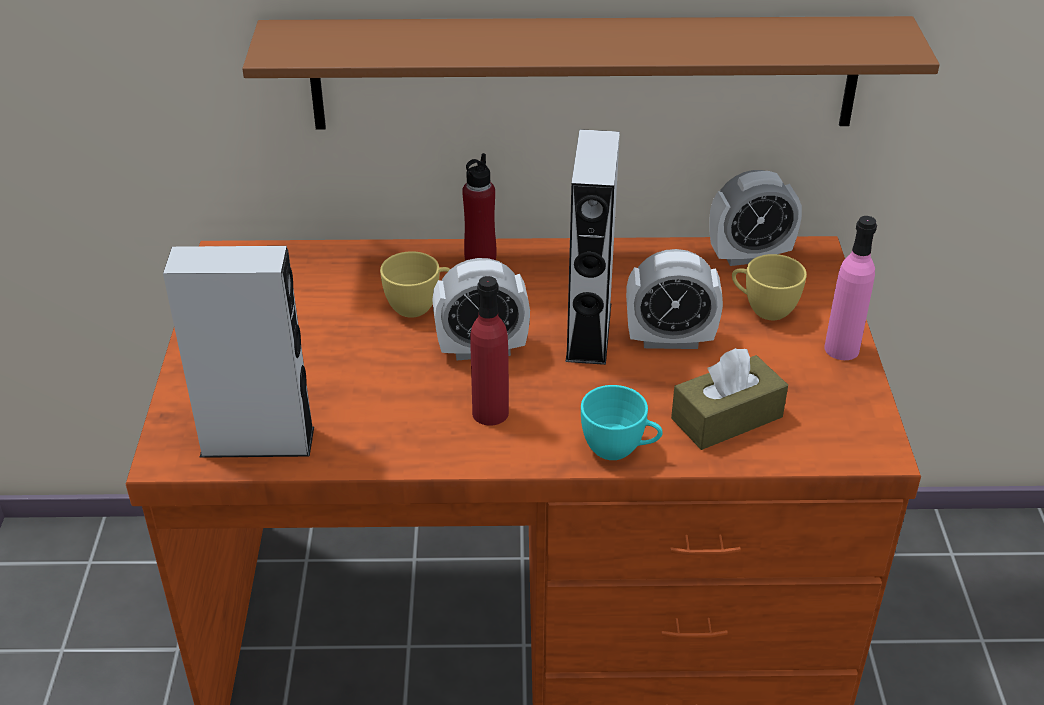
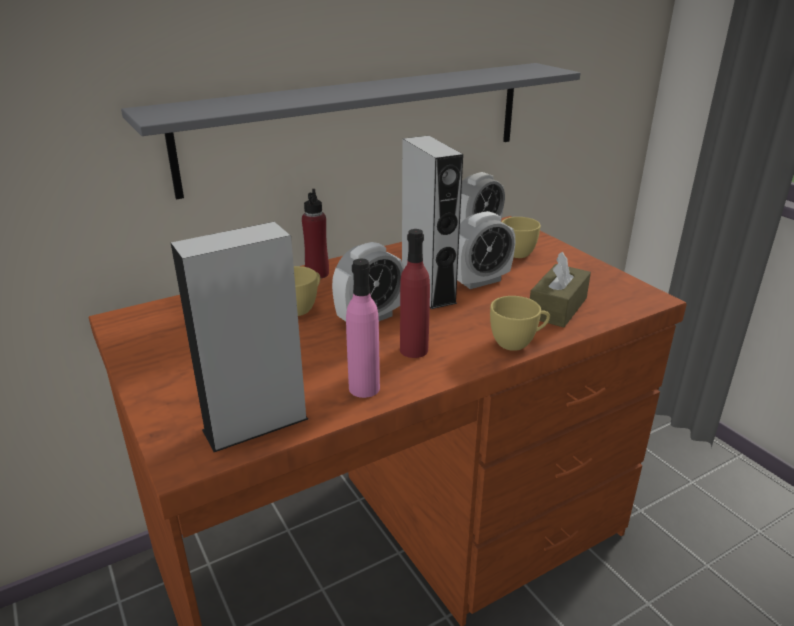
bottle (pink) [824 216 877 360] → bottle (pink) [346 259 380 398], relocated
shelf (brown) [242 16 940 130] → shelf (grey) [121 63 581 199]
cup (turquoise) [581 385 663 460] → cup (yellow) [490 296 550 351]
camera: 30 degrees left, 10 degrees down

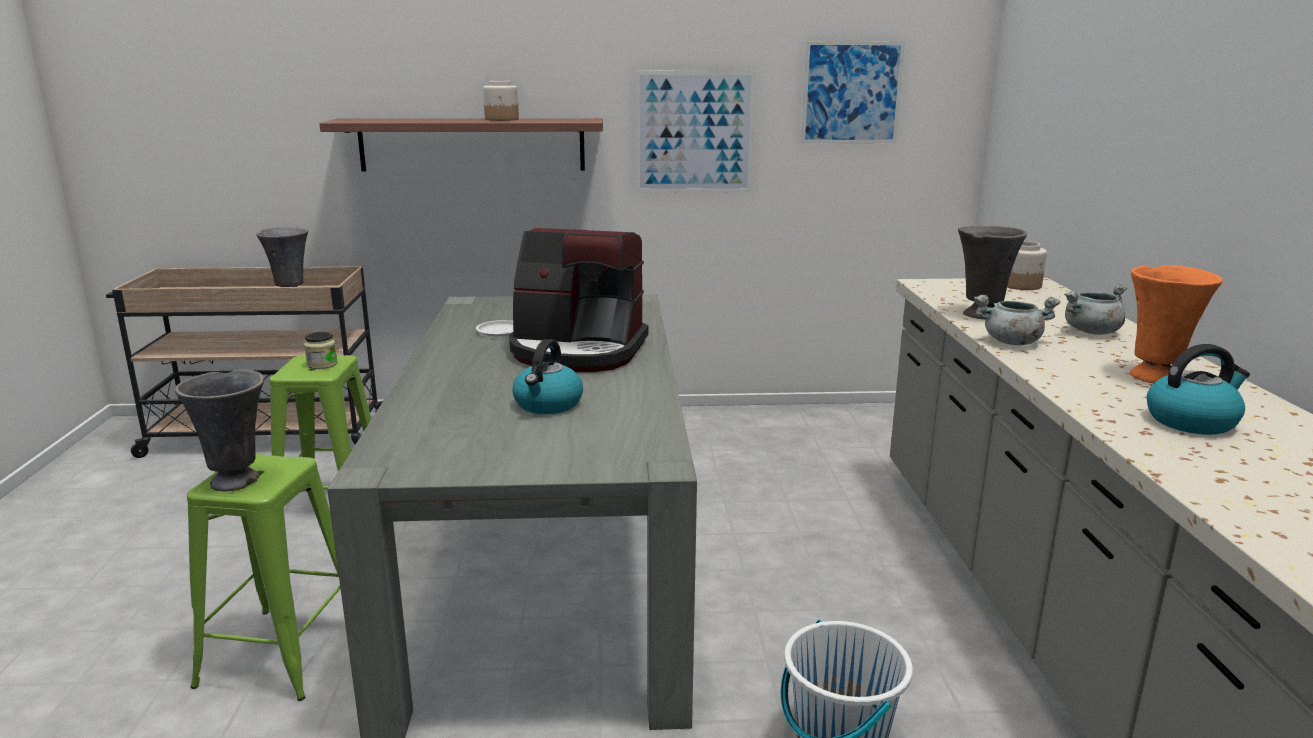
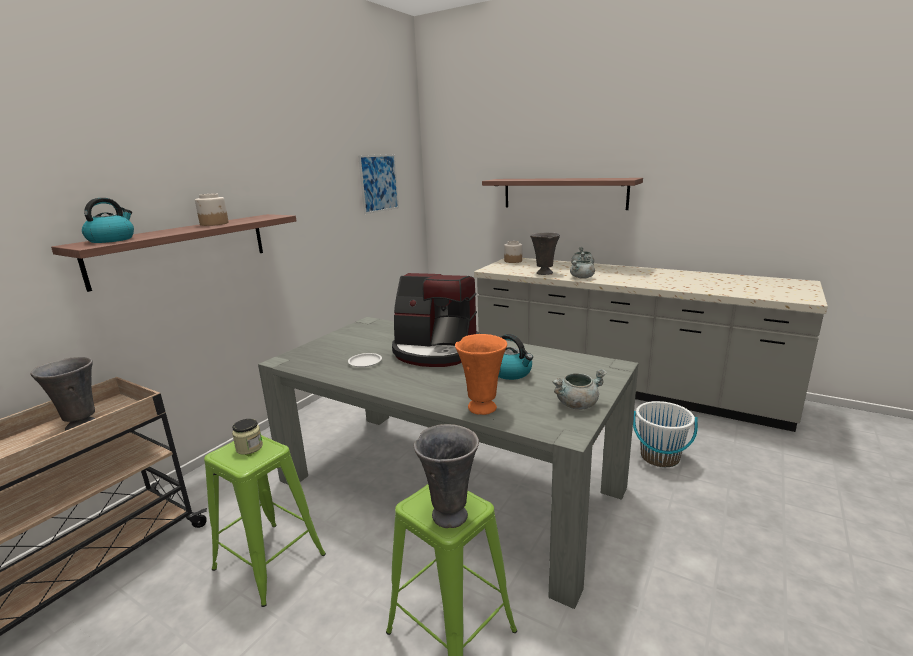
picture [636 71 756 193] → -
- → shelf [482 178 643 210]
- → cooking pot (grey) [552 369 607 410]
vase (orange) [1130 265 1223 383] → vase (orange) [455 334 507 415], relocated
kettle [1147 344 1250 435] → kettle [82 198 134 243], relocated
coffee machine [509 228 648 372] → coffee machine [392 273 480 367], 60 degrees clockwise
camera: 55 degrees left, 0 degrees up

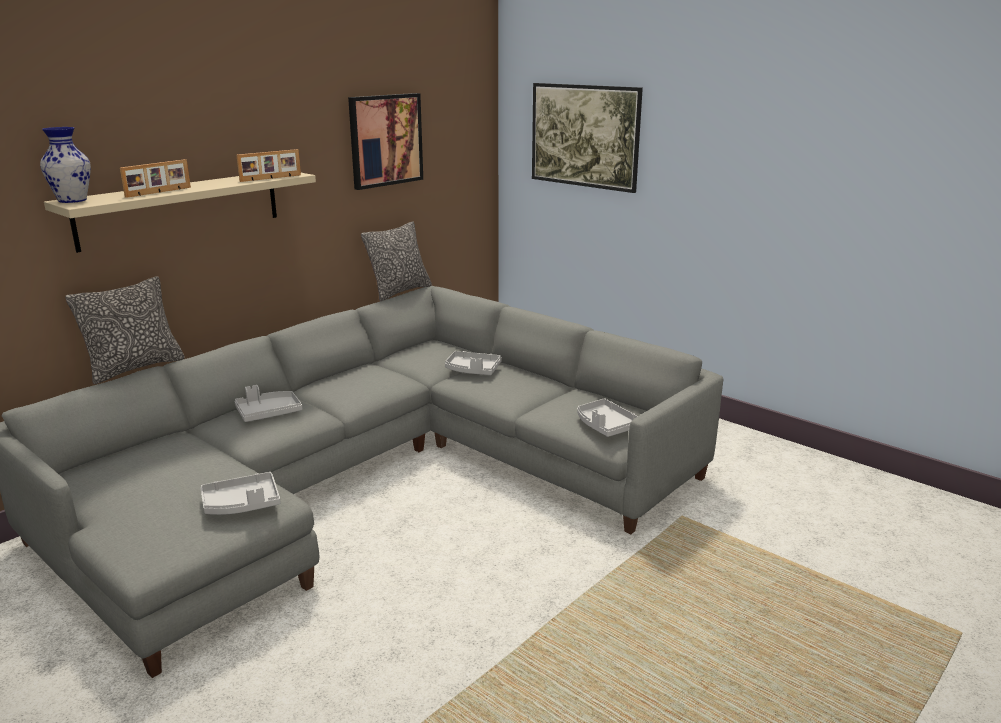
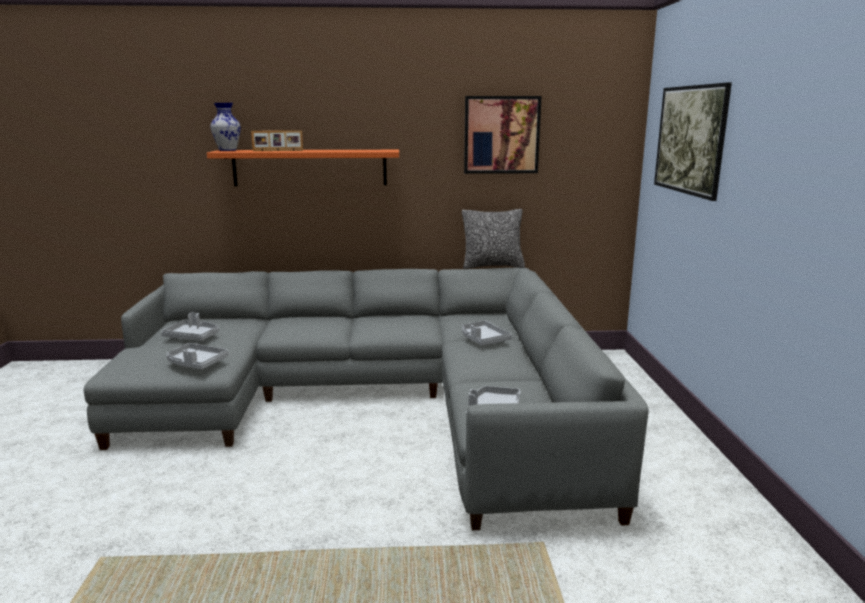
pillow [65 276 185 384] → -
picture frame [237 149 301 182] → -
tray (grey) [234 385 302 422] → tray (grey) [161 312 219 341], relocated
shelf (beige) [44 173 316 253] → shelf (orange) [207 150 399 186]
camera: 45 degrees right, 5 degrees down

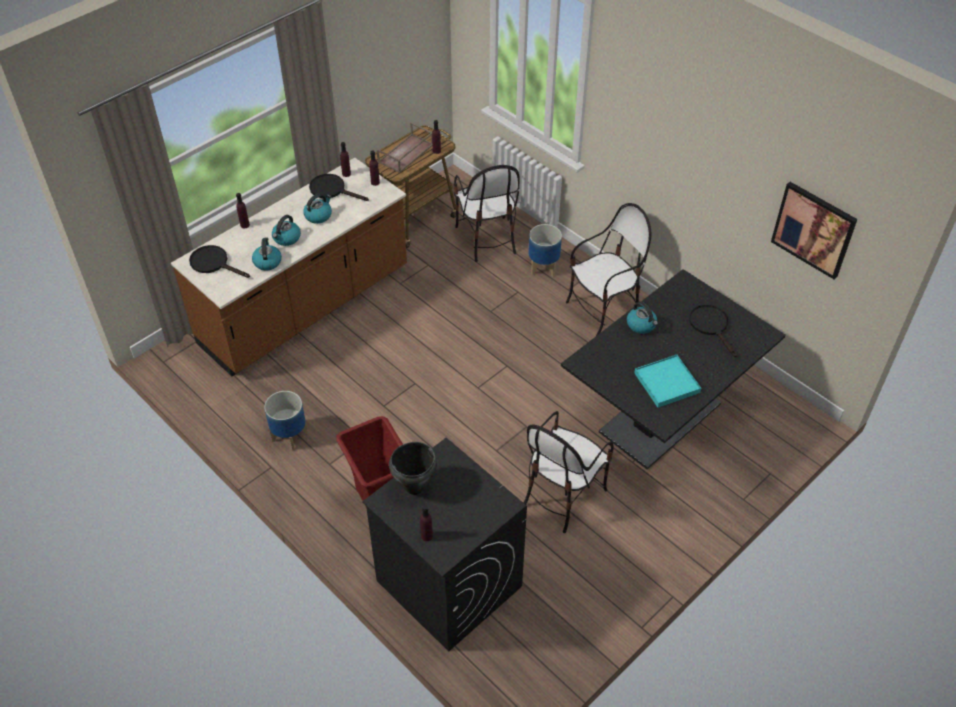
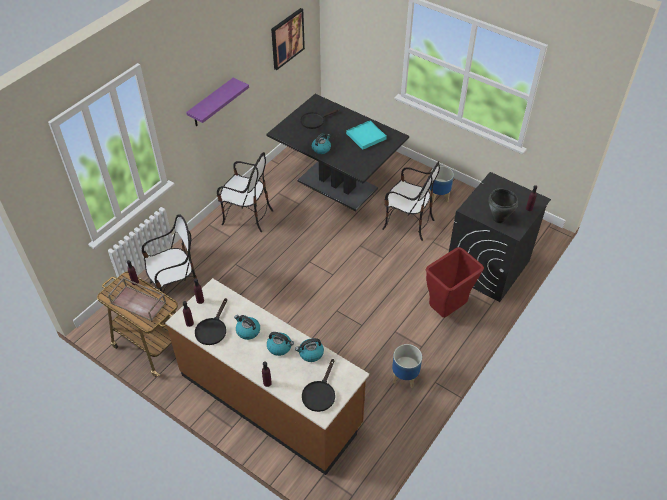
- → shelf (purple) [186 78 249 127]
planter [528 224 562 277] → planter [429 166 454 203], relocated
chair [566 203 652 336] → chair [217 152 274 232], 150 degrees clockwise
camera: 100 degrees left, 0 degrees up

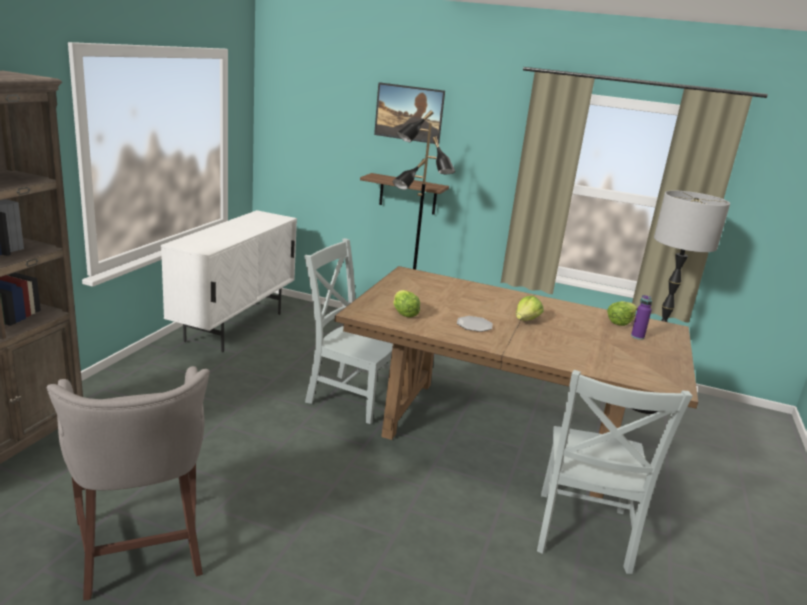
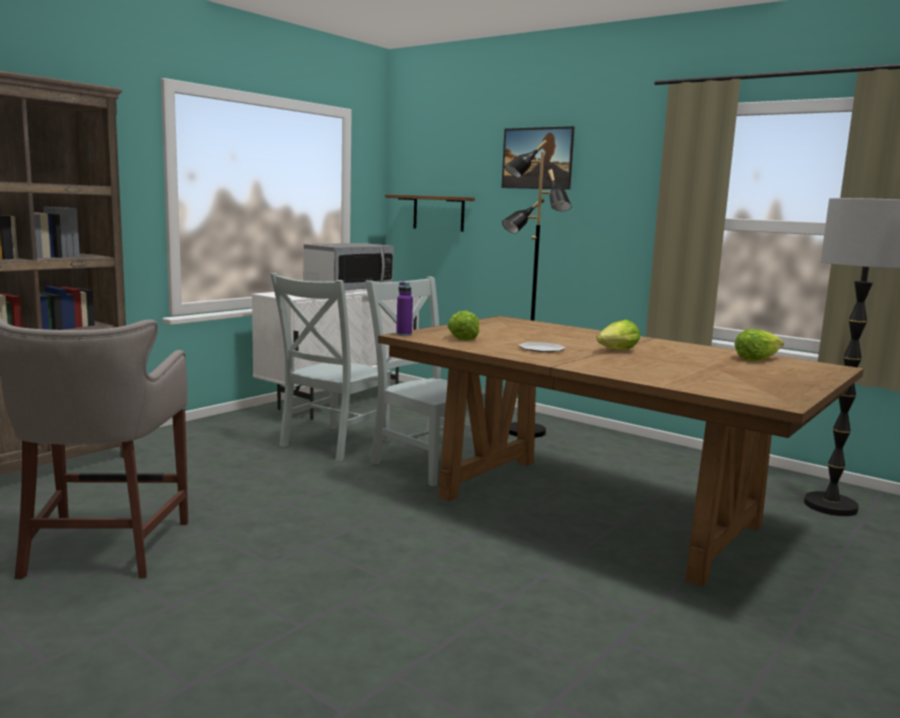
- → microwave [303 243 393 290]
shelf [360 173 449 215] → shelf [385 194 475 232], relocated
chair (grey) [537 370 693 574] → chair (grey) [270 273 392 461], relocated
bottle (purple) [631 295 652 340] → bottle (purple) [396 282 413 336], relocated
camera: 20 degrees right, 10 degrees down

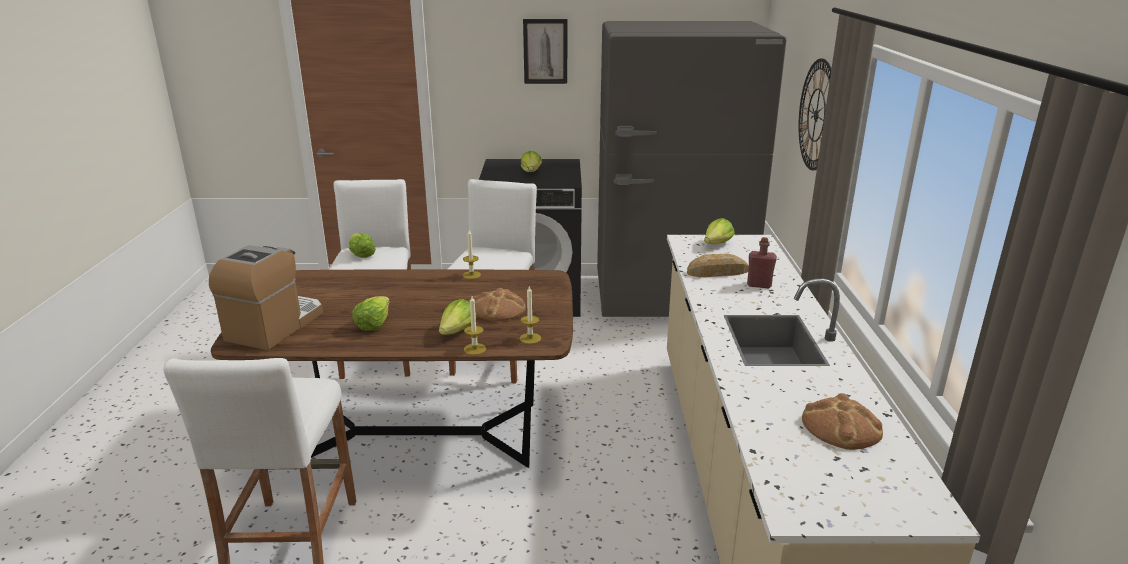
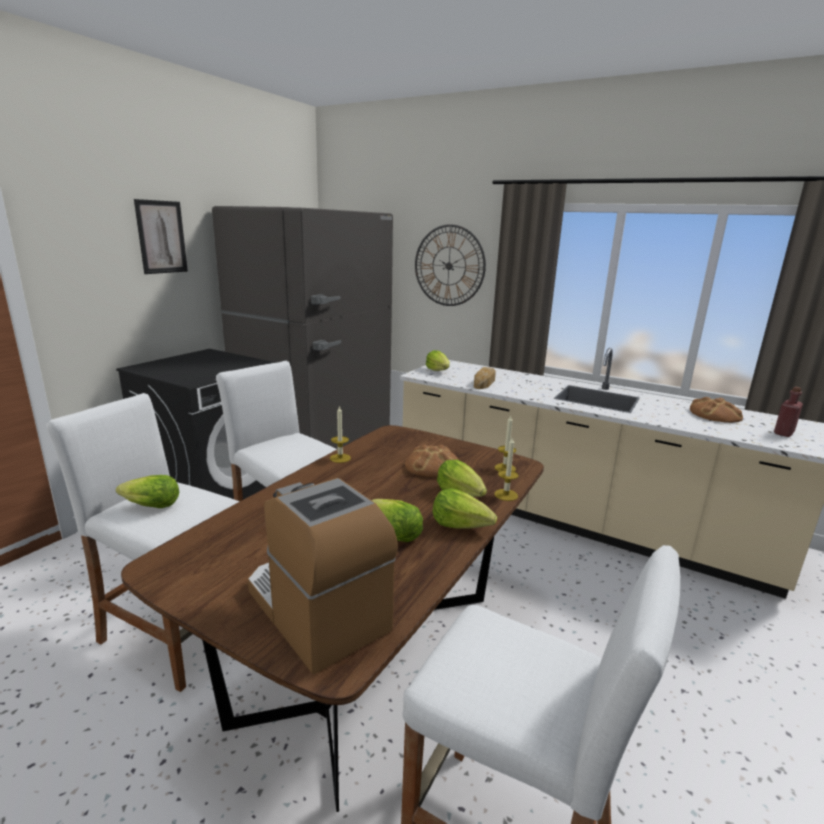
lettuce [521 151 542 172] → lettuce [433 488 497 529], relocated
bottle (red) [747 237 777 289] → bottle (red) [774 387 803 437], relocated
camera: 60 degrees left, 5 degrees down

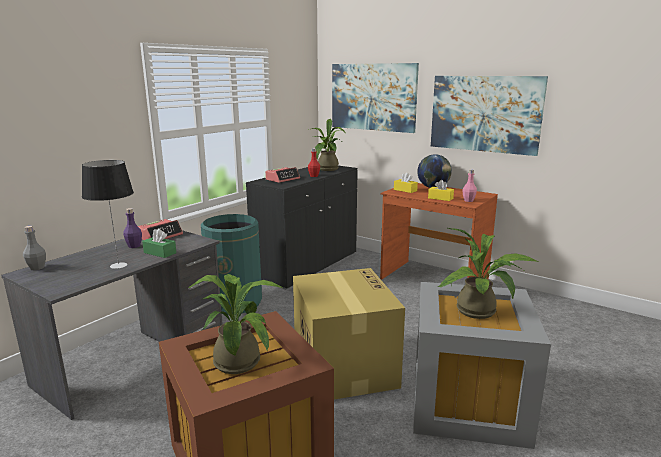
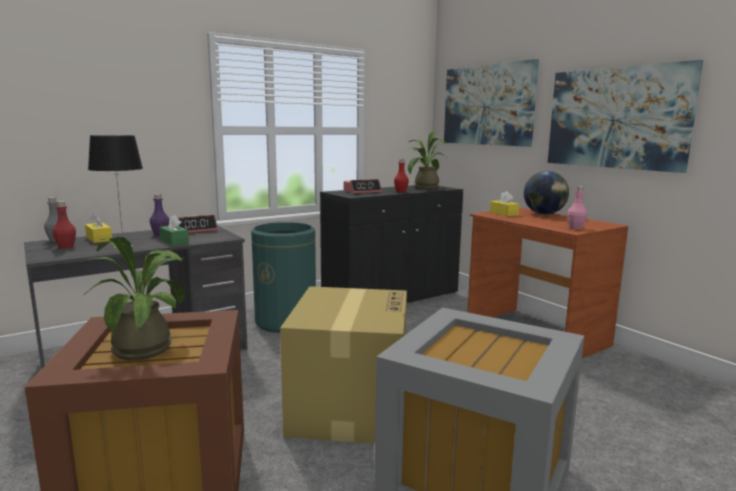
potted plant [438 228 538 319] → -
- → bottle (red) [53 201 76 249]
tissue box (yellow) [428 180 454 201] → tissue box (yellow) [85 213 112 243], relocated
camera: 20 degrees right, 5 degrees down

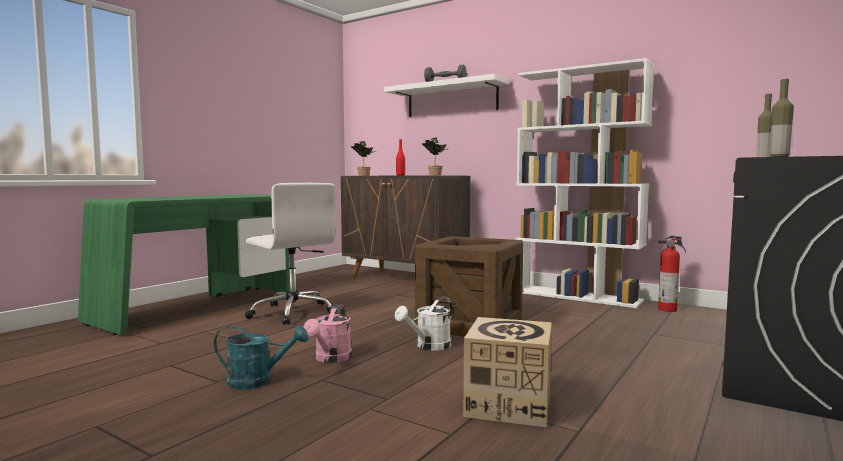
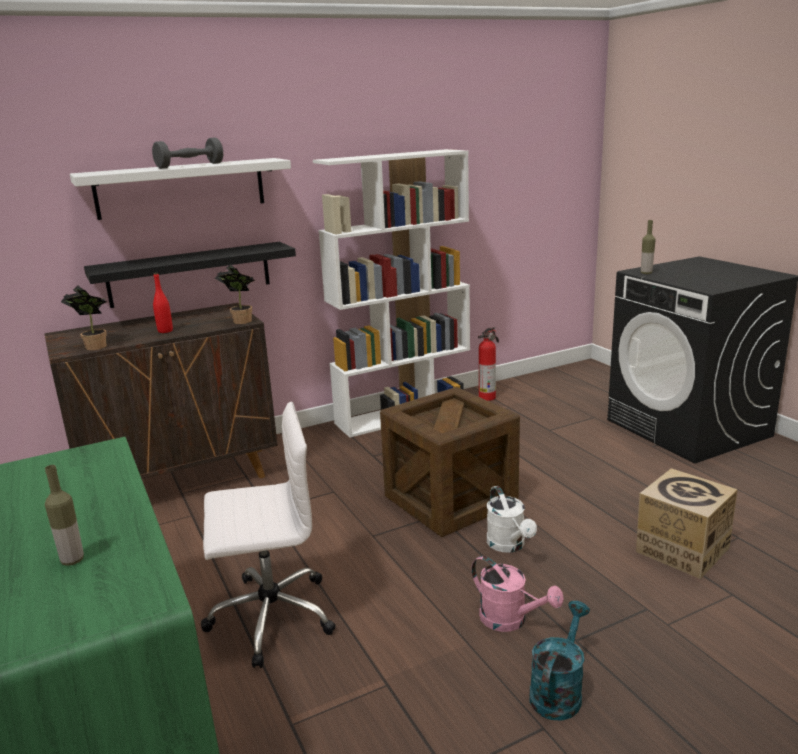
- → shelf (black) [84 242 296 308]
bottle [770 79 794 157] → bottle [45 465 84 566], relocated
camera: 60 degrees left, 15 degrees up

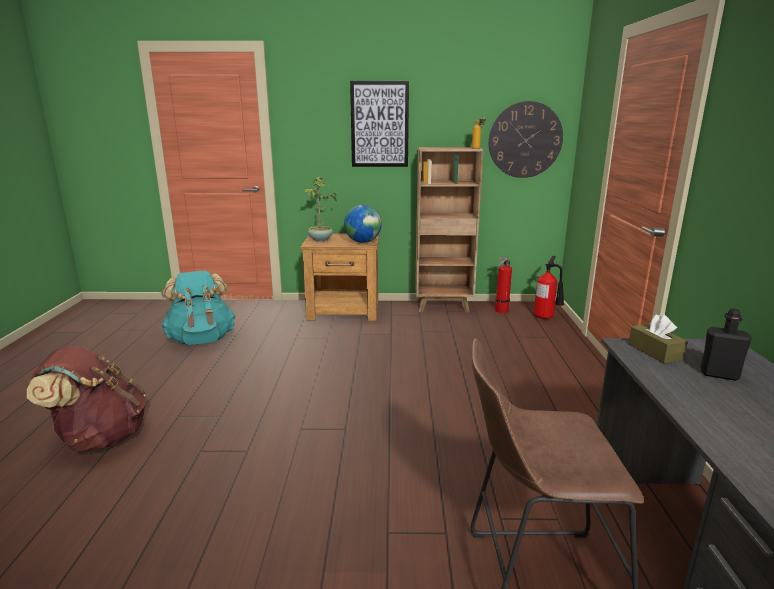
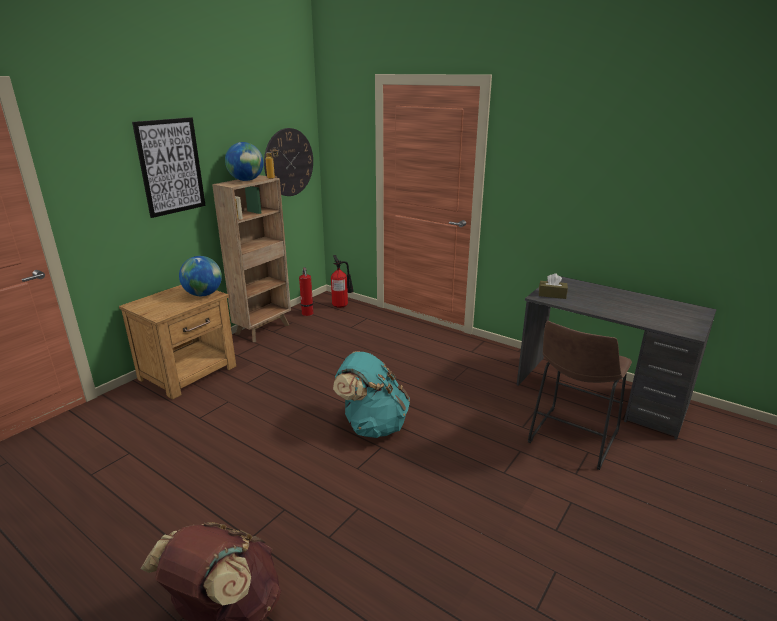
potted plant [304 177 337 241] → -
bottle (black) [701 308 752 381] → -
- → globe [225 142 264 181]
backpack (turquoise) [161 270 235 345] → backpack (turquoise) [333 351 410 438], relocated
camera: 55 degrees left, 5 degrees up

